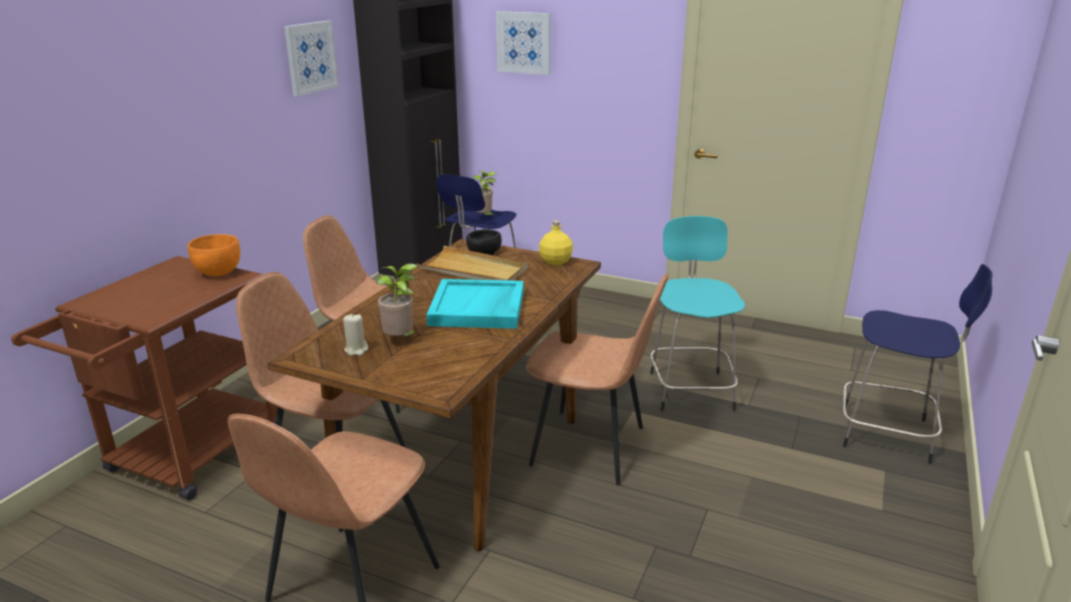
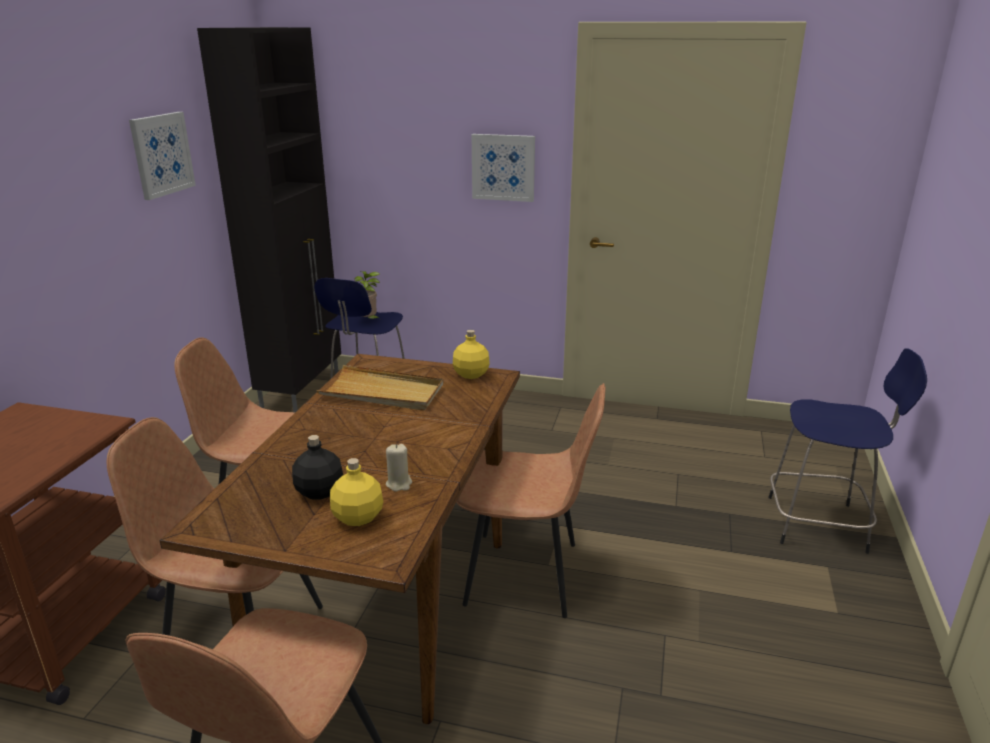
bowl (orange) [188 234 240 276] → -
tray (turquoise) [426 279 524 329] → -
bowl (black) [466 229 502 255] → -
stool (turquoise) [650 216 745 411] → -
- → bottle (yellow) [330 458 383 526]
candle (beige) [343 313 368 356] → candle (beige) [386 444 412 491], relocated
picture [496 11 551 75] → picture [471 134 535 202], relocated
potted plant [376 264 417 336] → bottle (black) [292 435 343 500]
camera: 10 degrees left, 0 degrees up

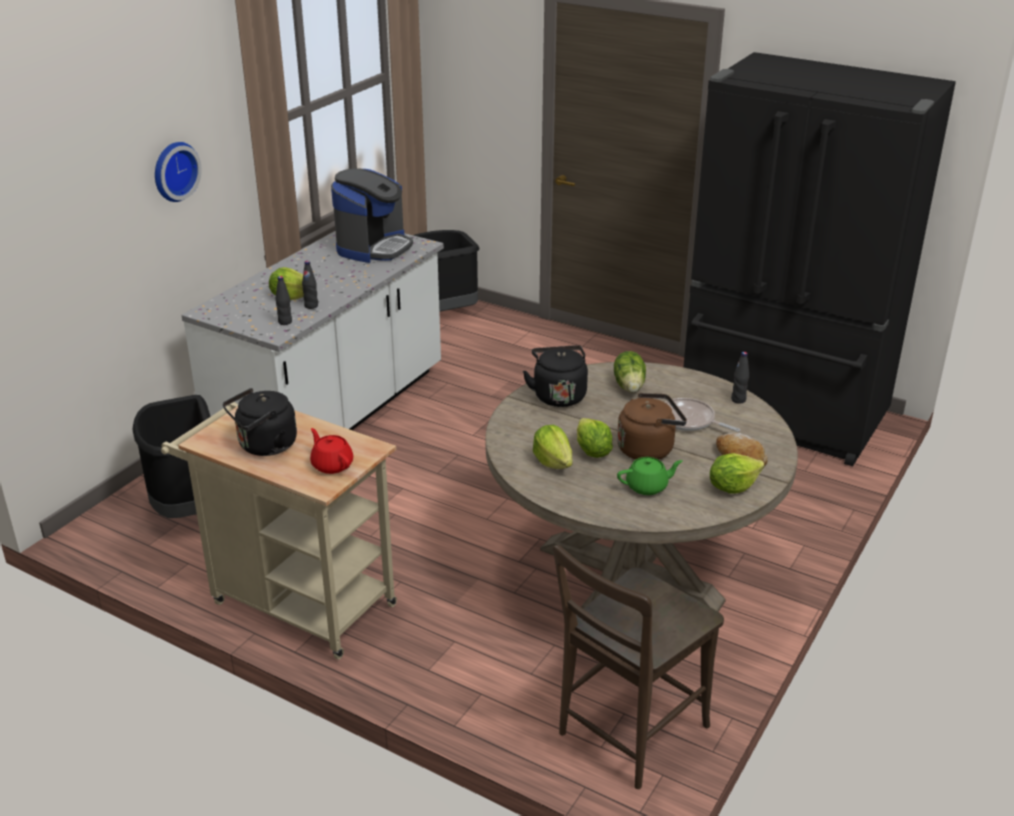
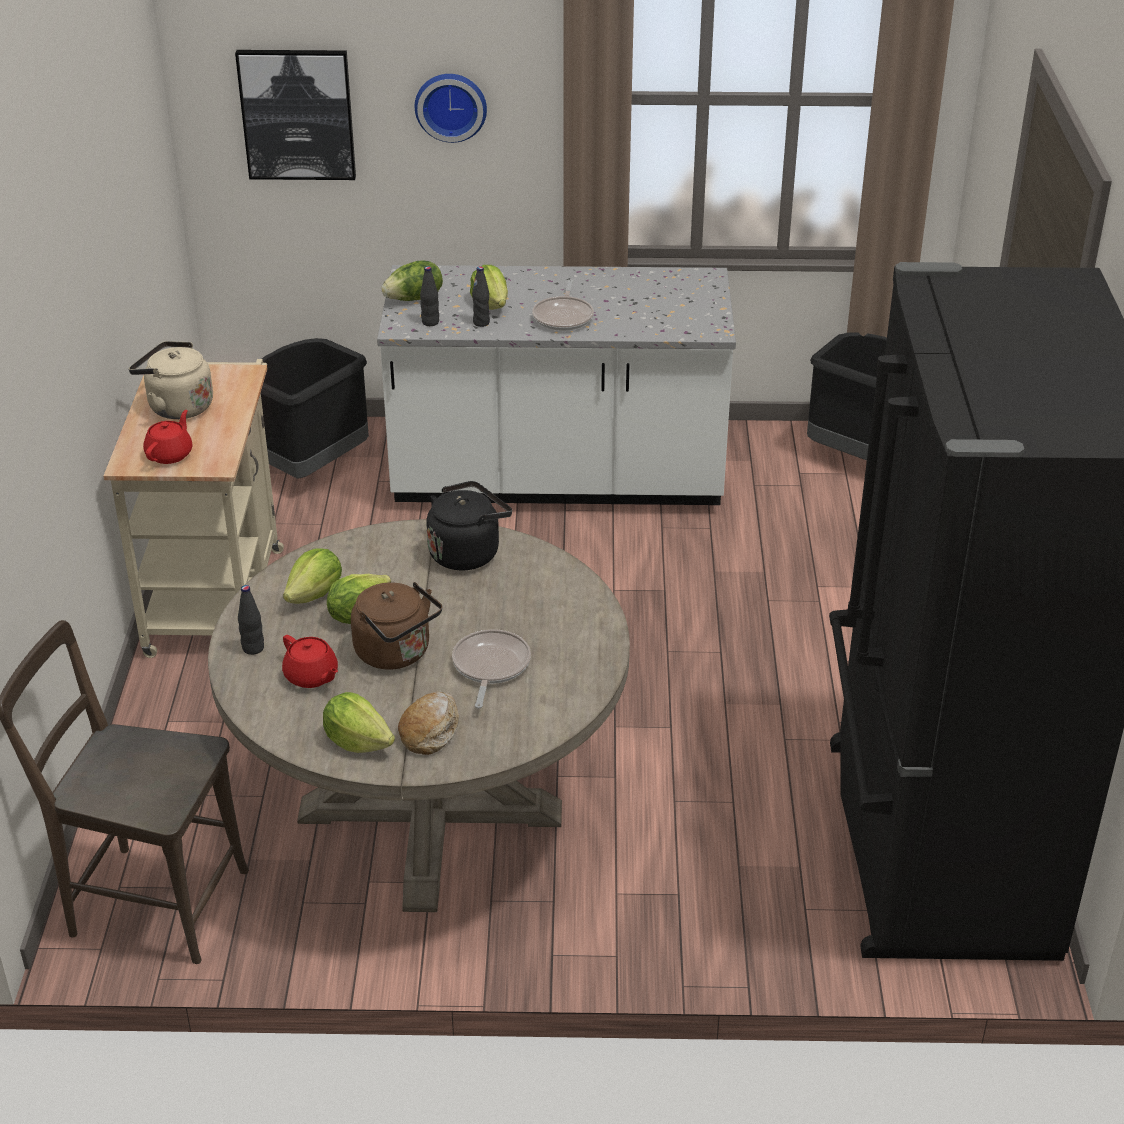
coffee machine [331 168 413 263] → -
- → picture [235 50 356 180]
- → frying pan [532 280 594 331]
lettuce [614 351 646 393] → lettuce [381 260 443 301], relocated
bottle (black) [731 352 749 404] → bottle (black) [238 585 264 655], relocated
kettle (black) [223 388 297 456] → kettle (beige) [129 341 213 419]
teapot (green) [617 457 683 495] → teapot (red) [282 635 338 688]
camera: 60 degrees right, 5 degrees up

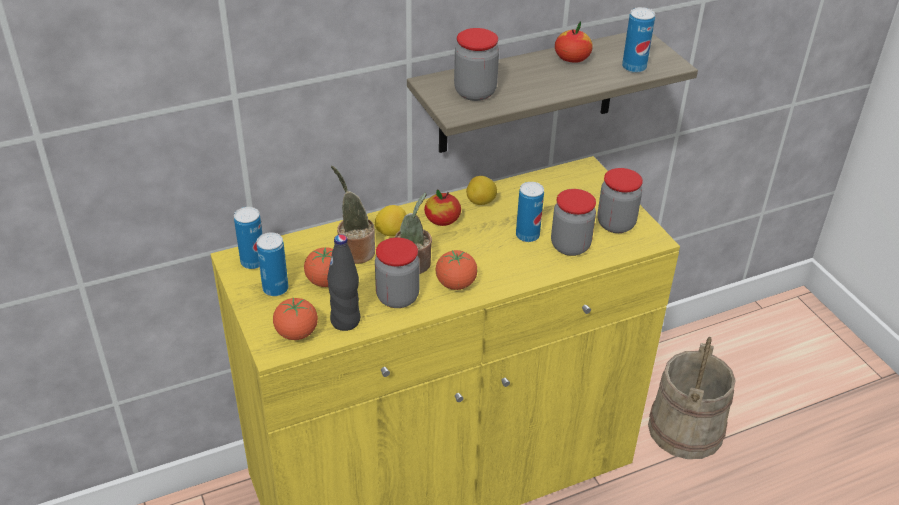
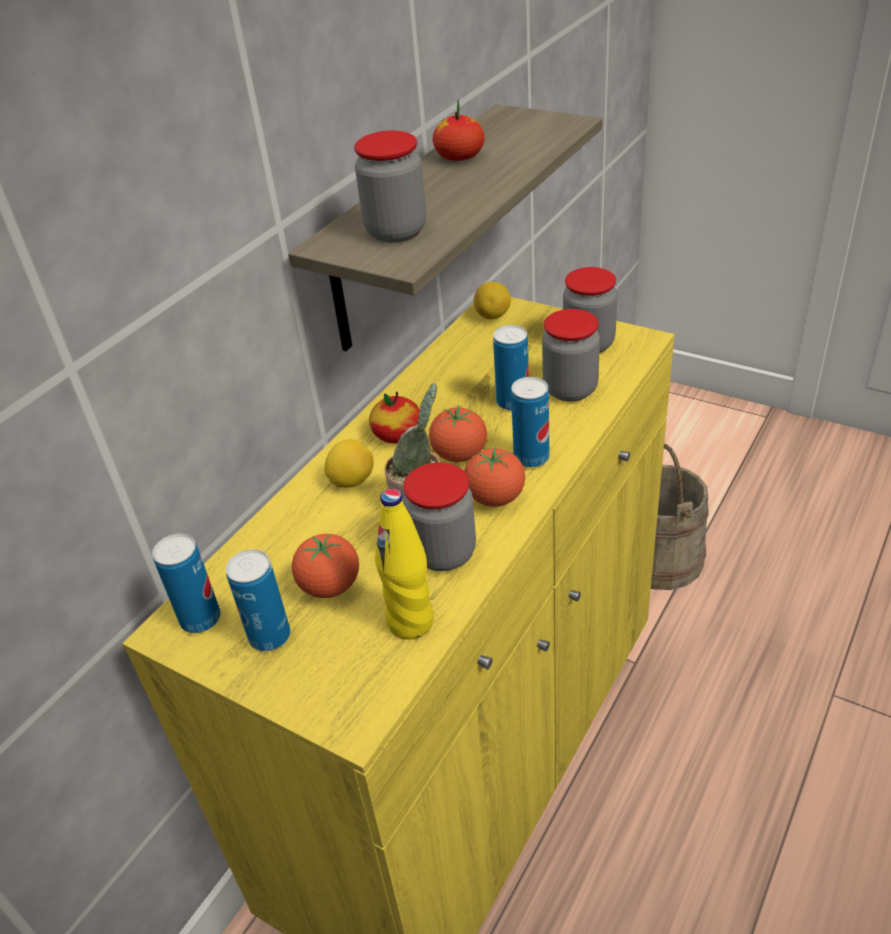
potted plant [331 166 375 264] → -
tomato [273 298 318 340] → tomato [429 406 487 462], relocated
lemon [466 176 497 205] → lemon [474 282 511 320], relocated
can [622 7 655 73] → can [511 377 549 467], relocated
bottle (black) [327 234 360 331] → bottle (yellow) [375 489 434 640]
camera: 30 degrees left, 0 degrees up

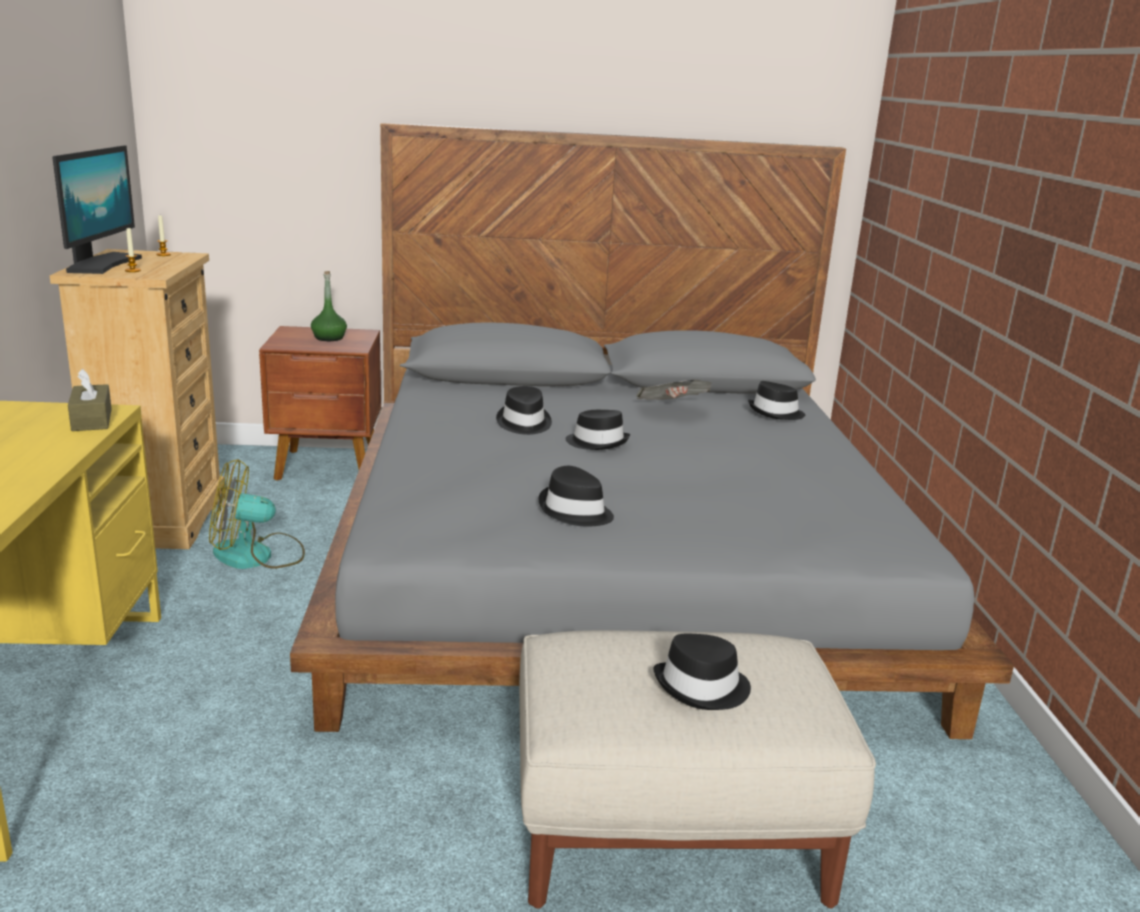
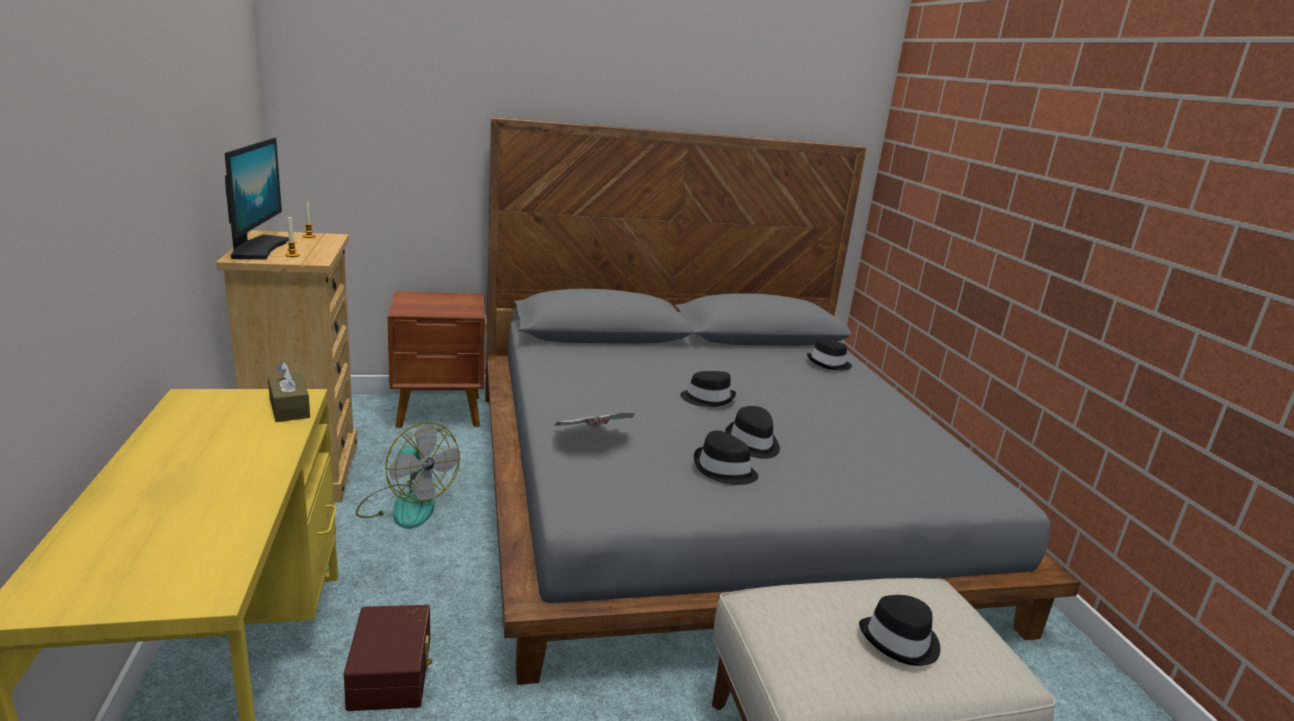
bottle (green) [311 271 347 341] → -
- → storage box (brown) [344 605 432 711]
hat (black) [496 386 552 435] → hat (black) [725 406 780 459], relocated
newspaper [636 380 712 400] → newspaper [554 413 635 428], relocated
fan [209 459 305 569] → fan [356 422 460 529], 120 degrees counterclockwise
camera: 10 degrees left, 0 degrees up

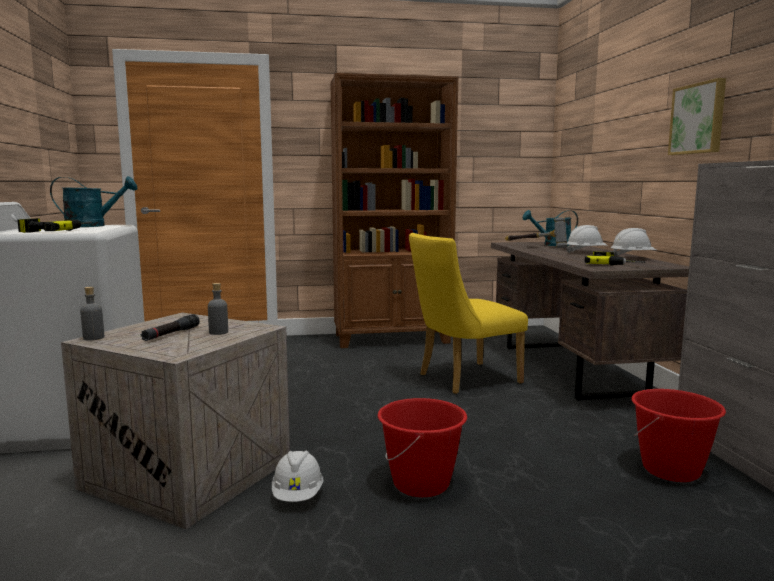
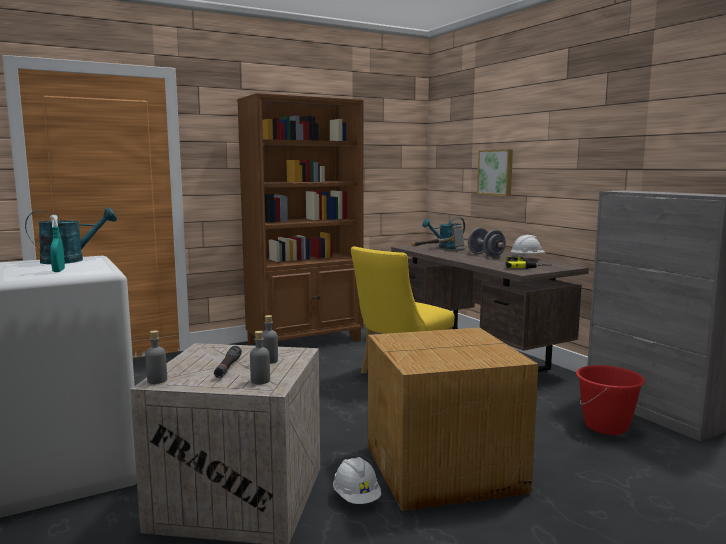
- → bottle (grey) [250 331 270 384]
picture [668 78 726 155] → picture [477 149 513 196], relocated
power drill [17 218 92 233] → spray bottle (turquoise) [50 215 65 272]
bucket (red) [378 398 467 497] → cardboard box [368 327 538 511]
hard hat (white) [566 225 608 253] → dumbbell (grey) [468 228 506 257]
camera: 20 degrees left, 0 degrees up

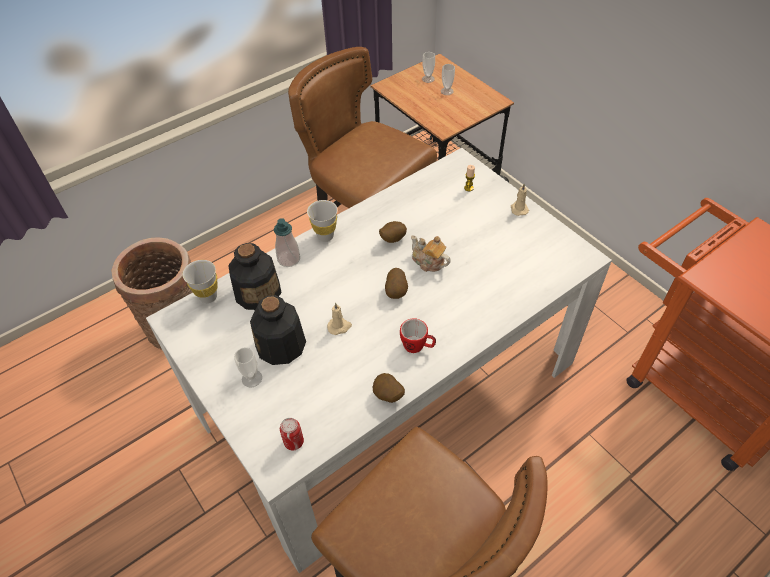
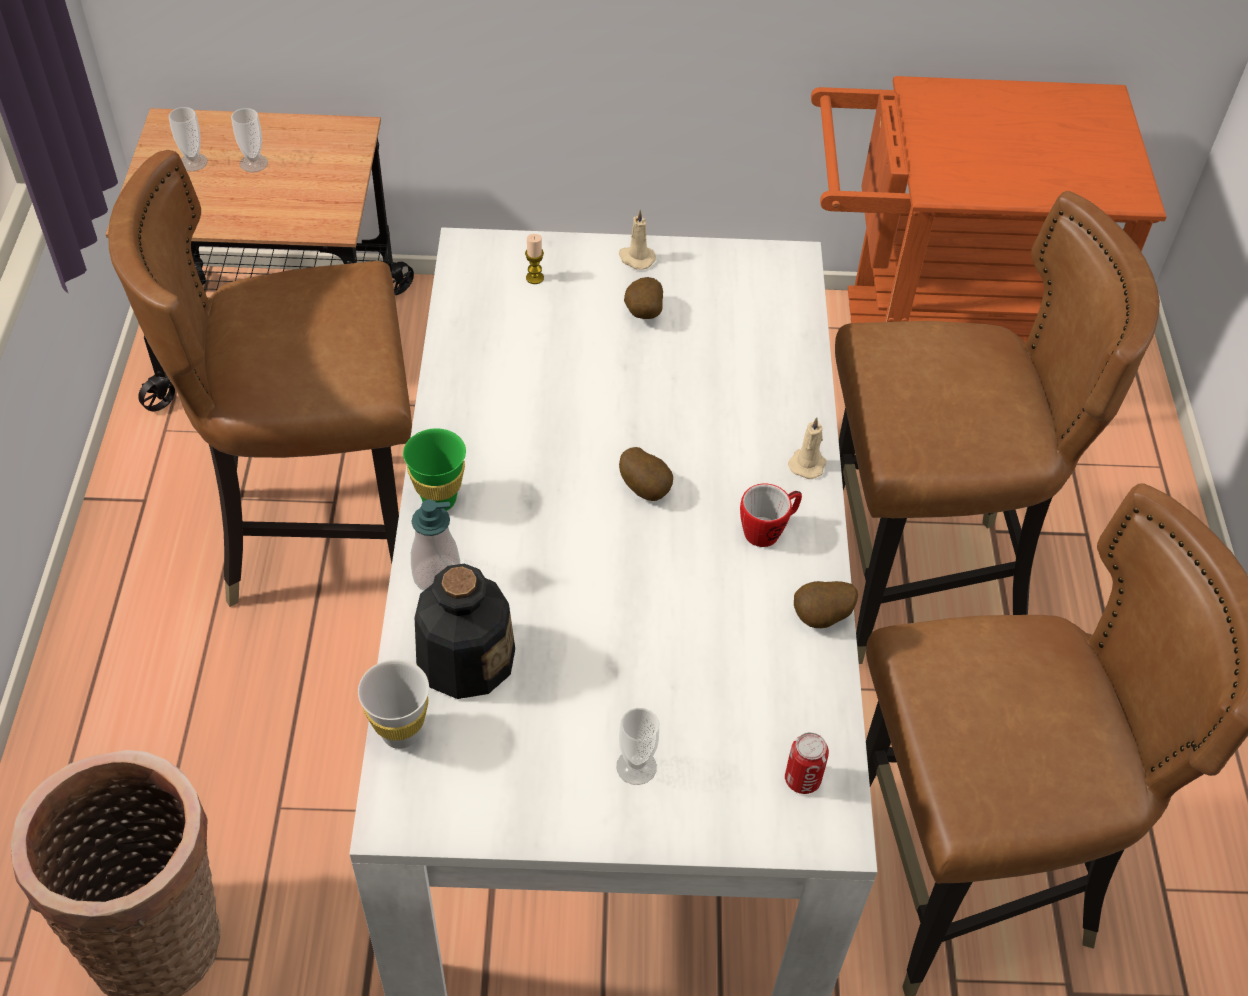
bottle [250 295 306 365] → -
teapot [411 235 451 272] → -
- → chair (brown) [835 191 1160 664]
candle (beige) [327 303 352 335] → candle (beige) [788 417 827 479], relocated
potato [379 221 407 243] → potato [624 277 663 319], relocated
cup (white) [307 200 337 242] → cup (green) [403 428 466 511]
camera: 55 degrees left, 0 degrees up

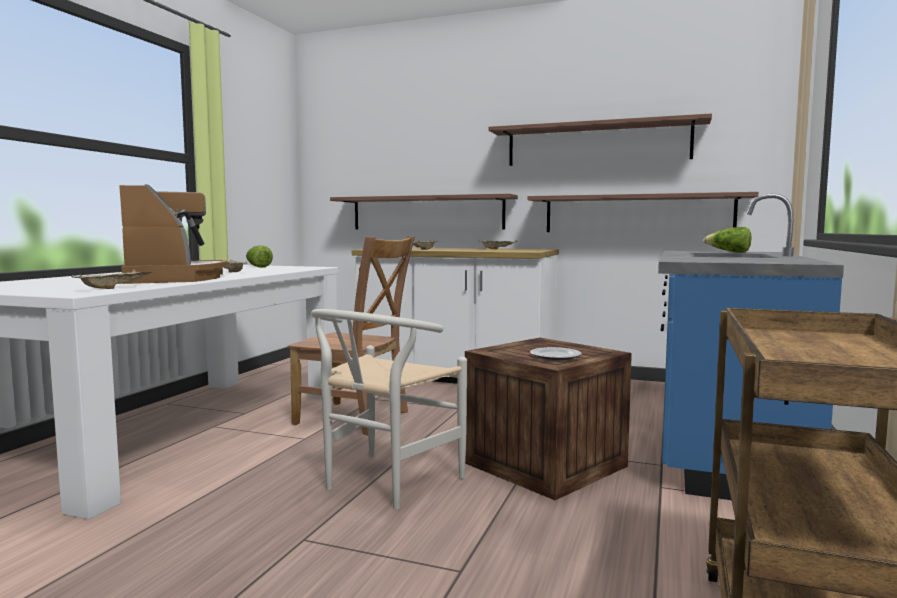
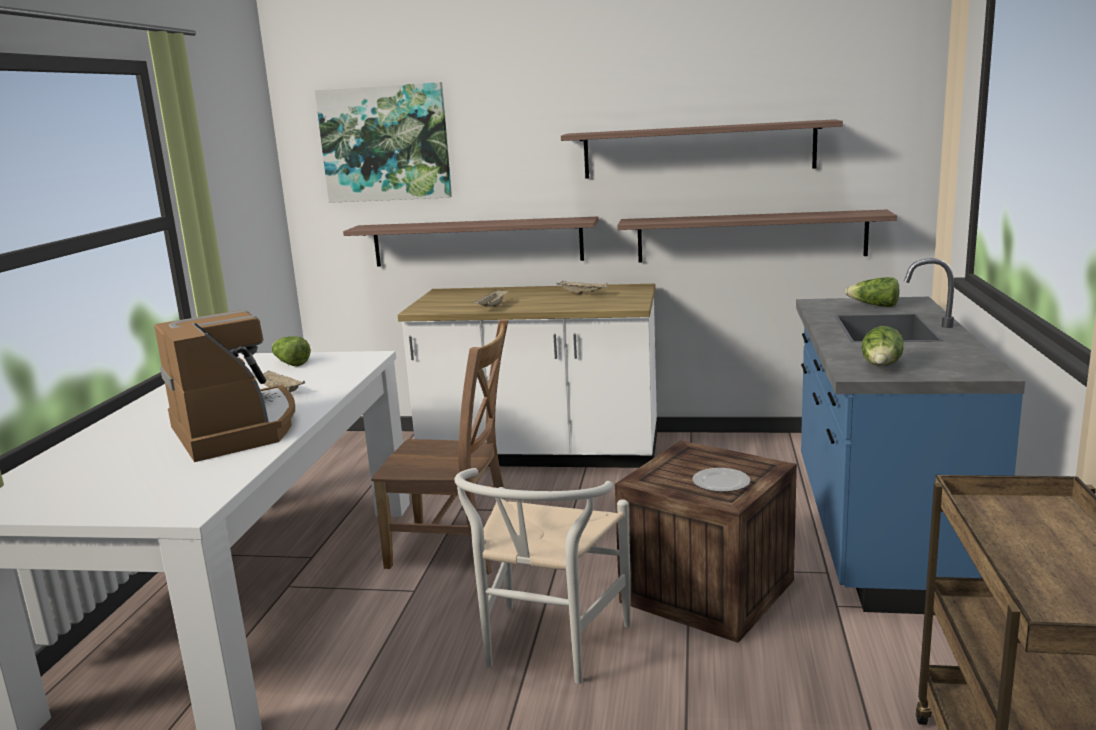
tray (beige) [71 269 152 289] → -
- → picture [315 82 452 203]
- → lettuce [861 326 904 366]
camera: 10 degrees left, 10 degrees up

